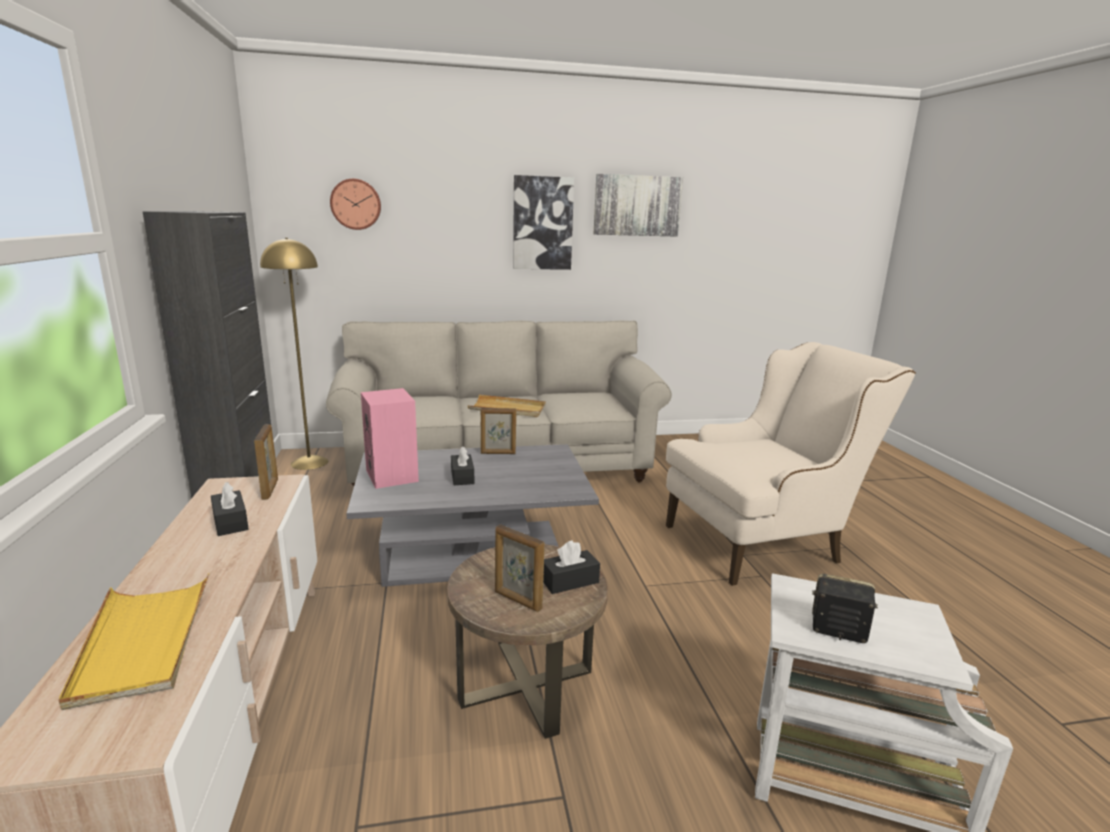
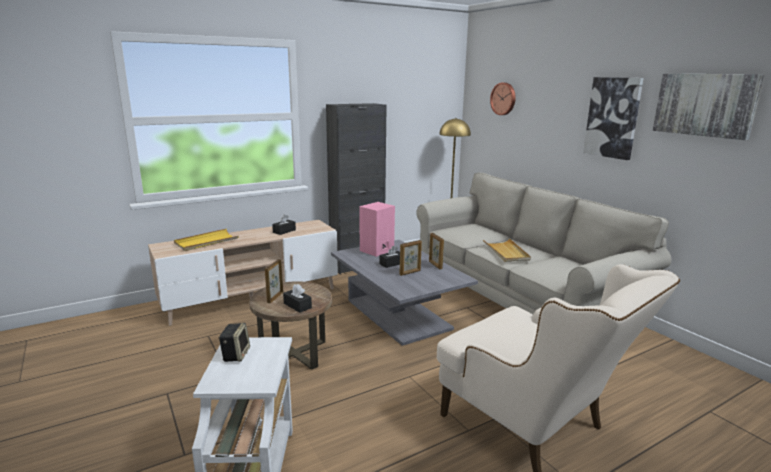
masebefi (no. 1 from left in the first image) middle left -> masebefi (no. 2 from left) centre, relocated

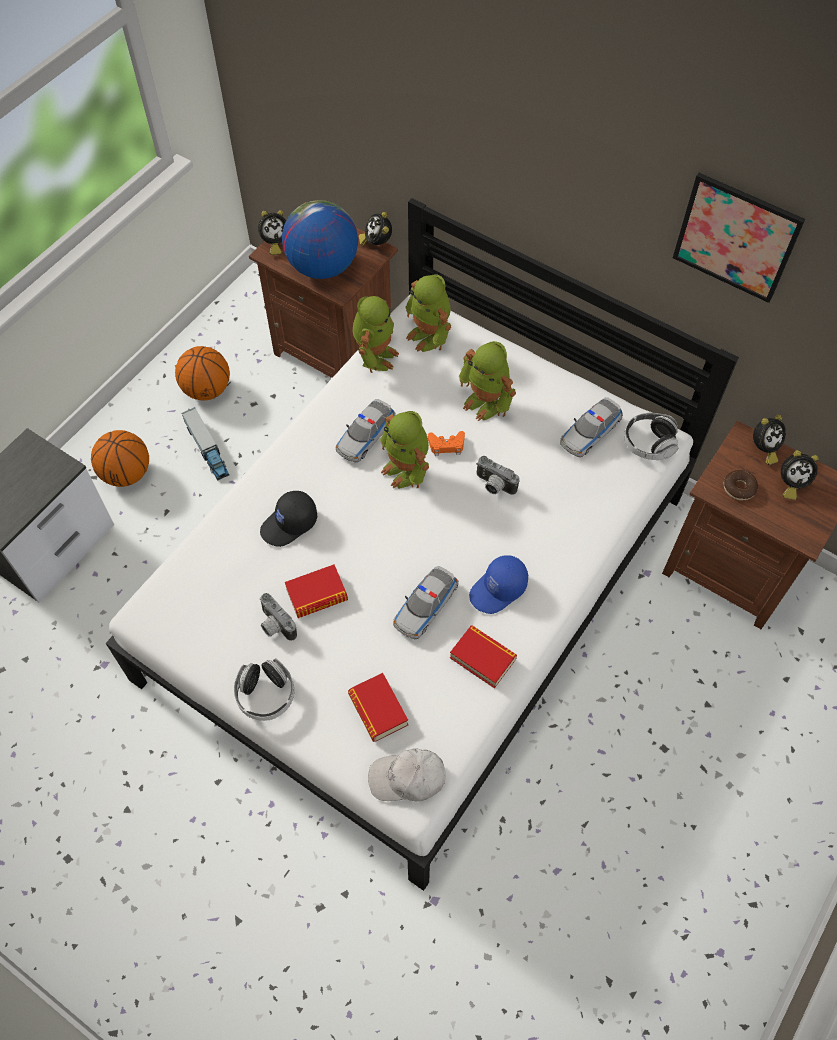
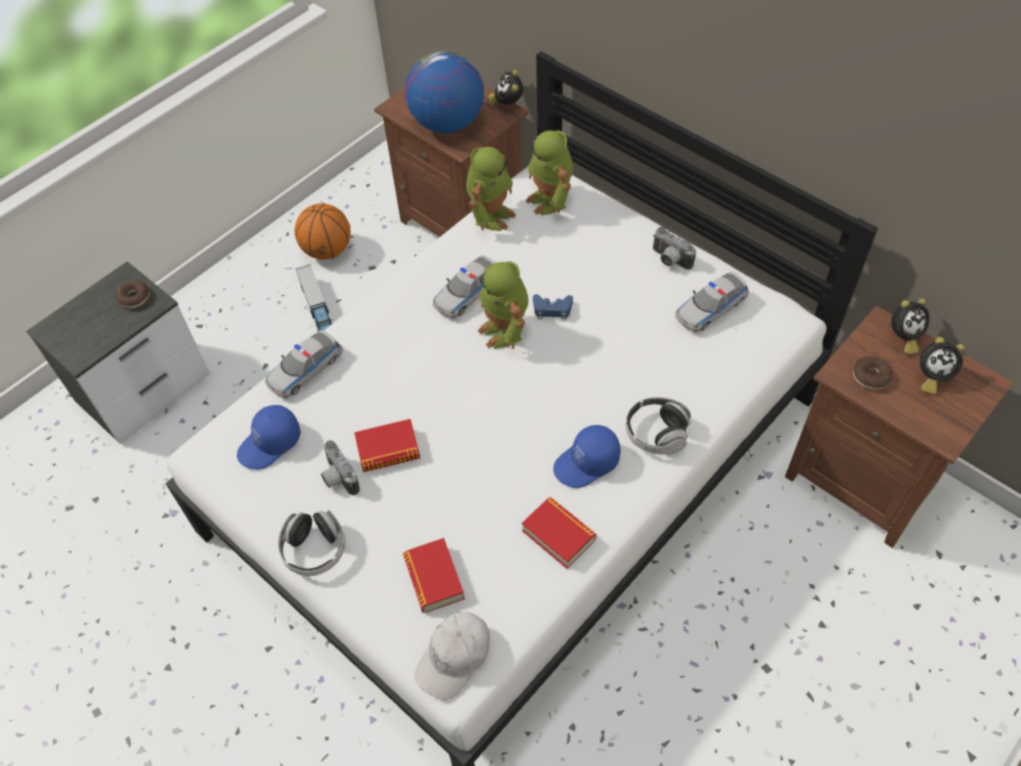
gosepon top right -> none
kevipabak (no. 1 from left) top left -> none
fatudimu (no. 4 from left) centre -> none
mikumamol (no. 2 from left) middle right -> mikumamol (no. 2 from left) centre, relocated
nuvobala (no. 1 from left) middle left -> none
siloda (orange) centre -> siloda (blue) centre
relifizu (no. 2 from left) centre -> relifizu (no. 2 from left) top centre, relocated
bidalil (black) centre -> none
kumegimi (no. 2 from left in the first image) centre -> kumegimi (no. 1 from left) middle left, relocated
bidalil (white) bottom centre, 60 degrees counterclockwise
none -> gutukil (no. 1 from left) middle left
none -> bidalil (blue) (no. 1 from left) middle left

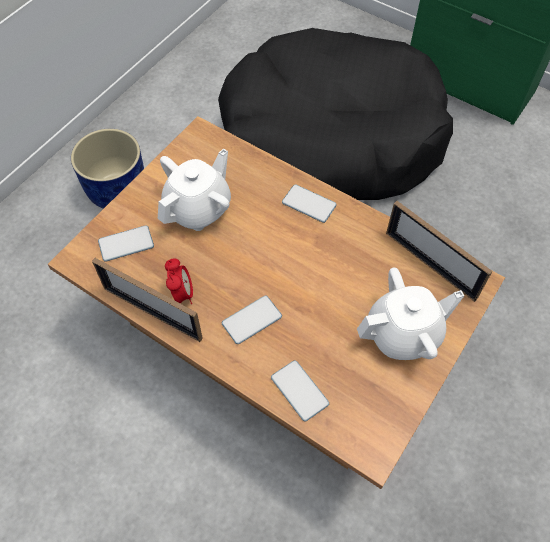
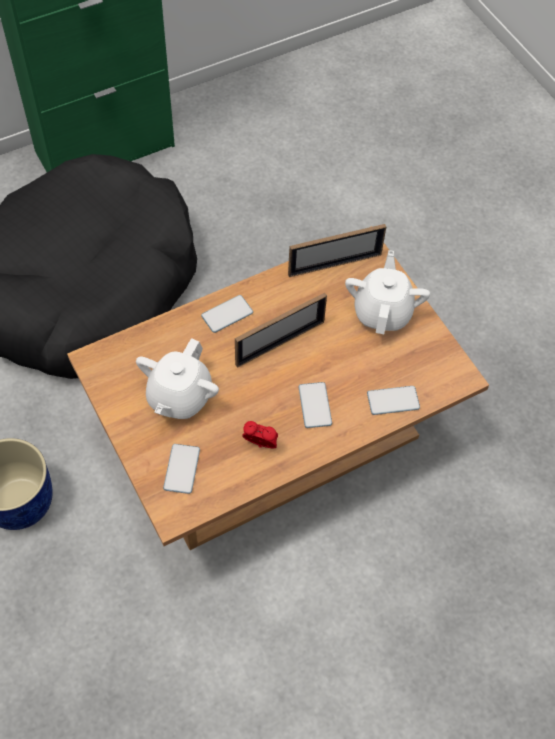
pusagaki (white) (no. 1 from left) centre -> pusagaki (white) (no. 1 from left) middle left, 135 degrees counterclockwise
masebefi (no. 1 from left) middle left -> masebefi (no. 1 from left) centre, relocated

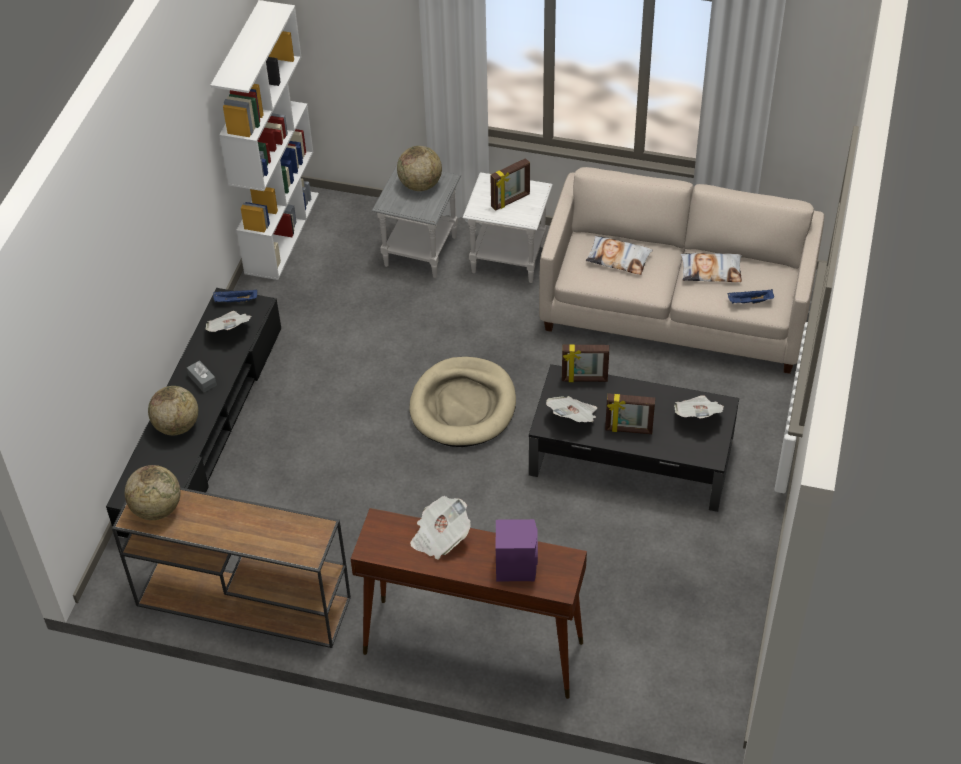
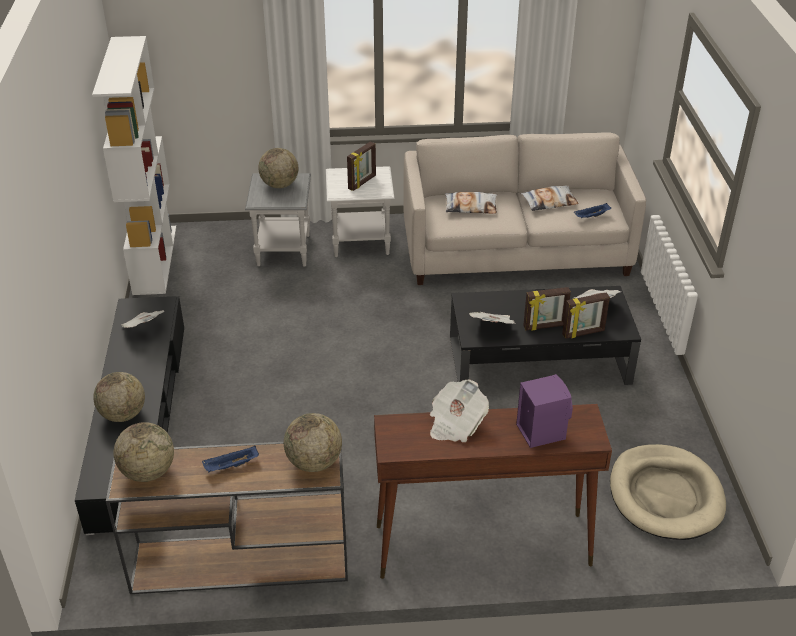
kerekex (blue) (no. 1 from left) middle left -> kerekex (blue) (no. 1 from left) bottom left, relocated
masebefi (no. 2 from left in the first image) centre -> masebefi (no. 3 from left) middle right, relocated
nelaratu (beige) centre -> nelaratu (beige) bottom right, relocated
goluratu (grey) middle left -> none
none -> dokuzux (no. 4 from left) bottom centre

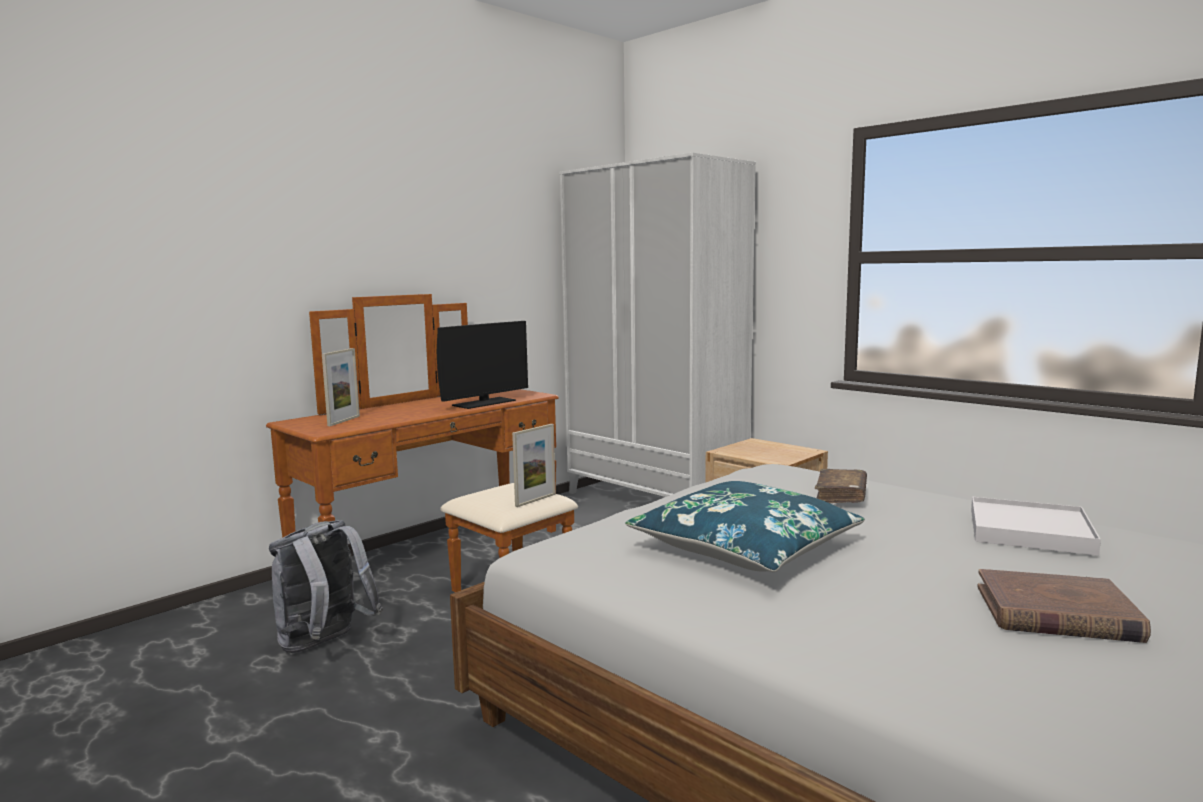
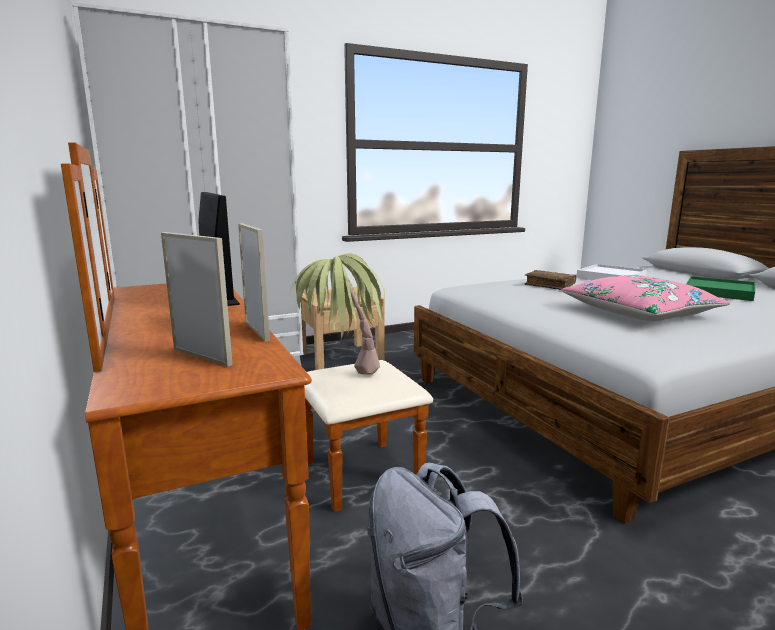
masebefi (no. 2 from left) centre -> masebefi (no. 2 from left) middle left, relocated
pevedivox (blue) centre -> pevedivox (pink) middle right
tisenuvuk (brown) (no. 2 from left) bottom right -> kerekex (green) middle right
none -> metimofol centre

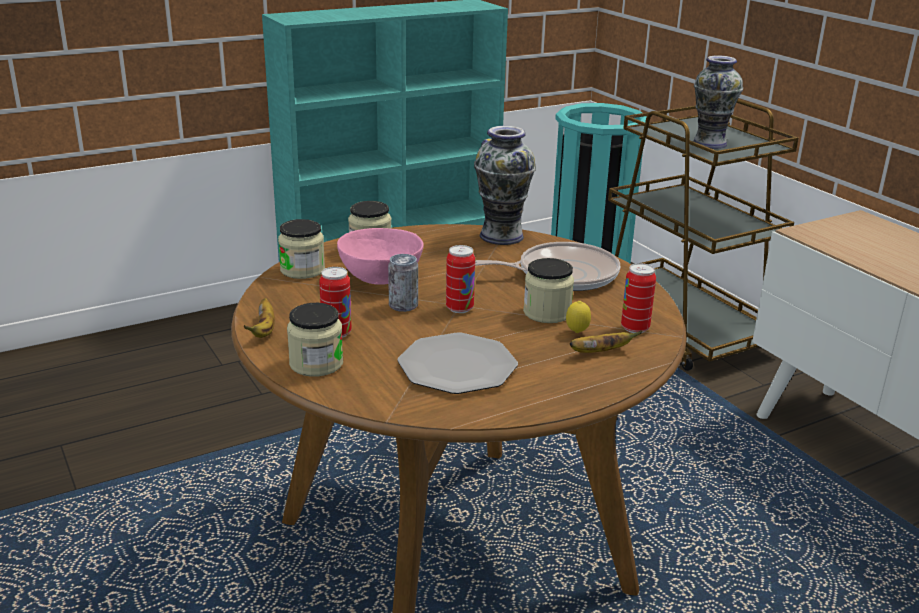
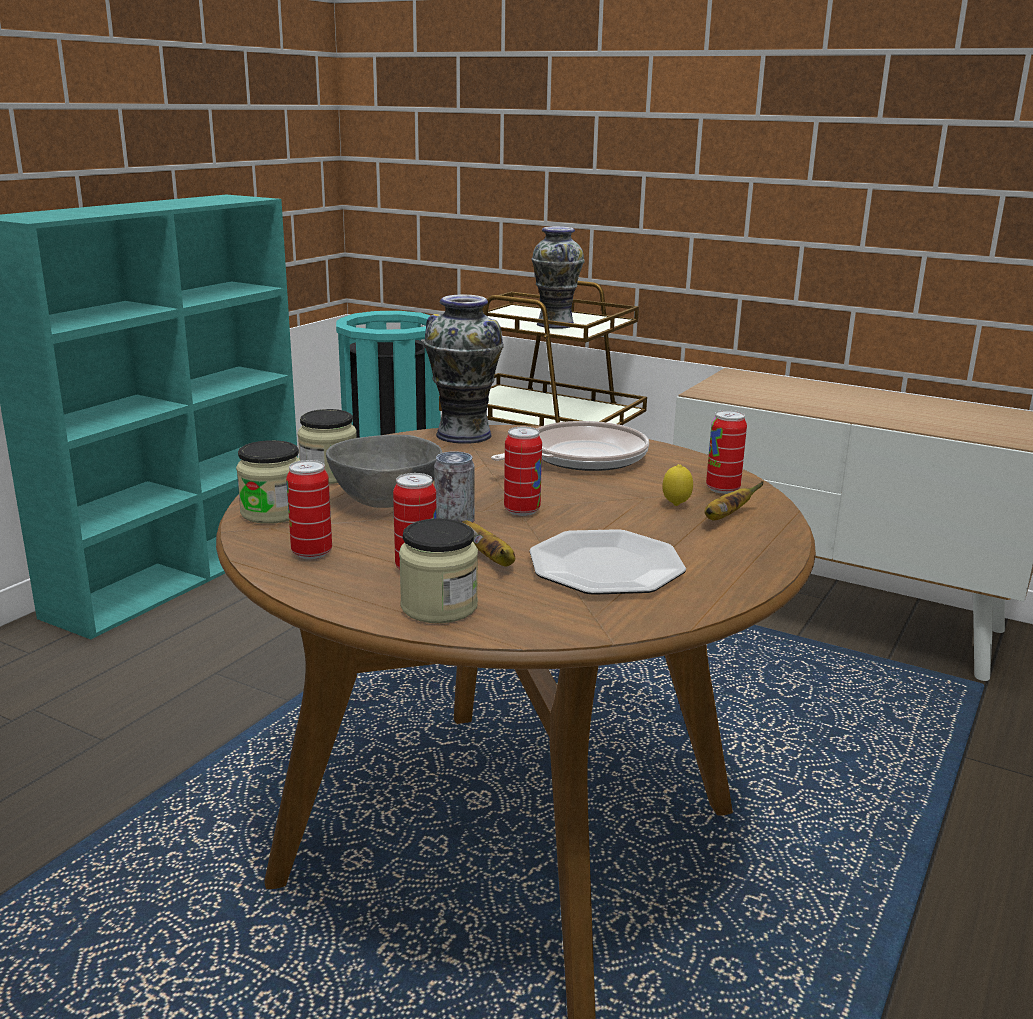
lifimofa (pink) centre -> lifimofa (grey) centre
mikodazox (no. 4 from left) centre -> none
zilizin (no. 1 from left) middle left -> zilizin (no. 1 from left) centre, relocated
none -> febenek (no. 1 from left) middle left

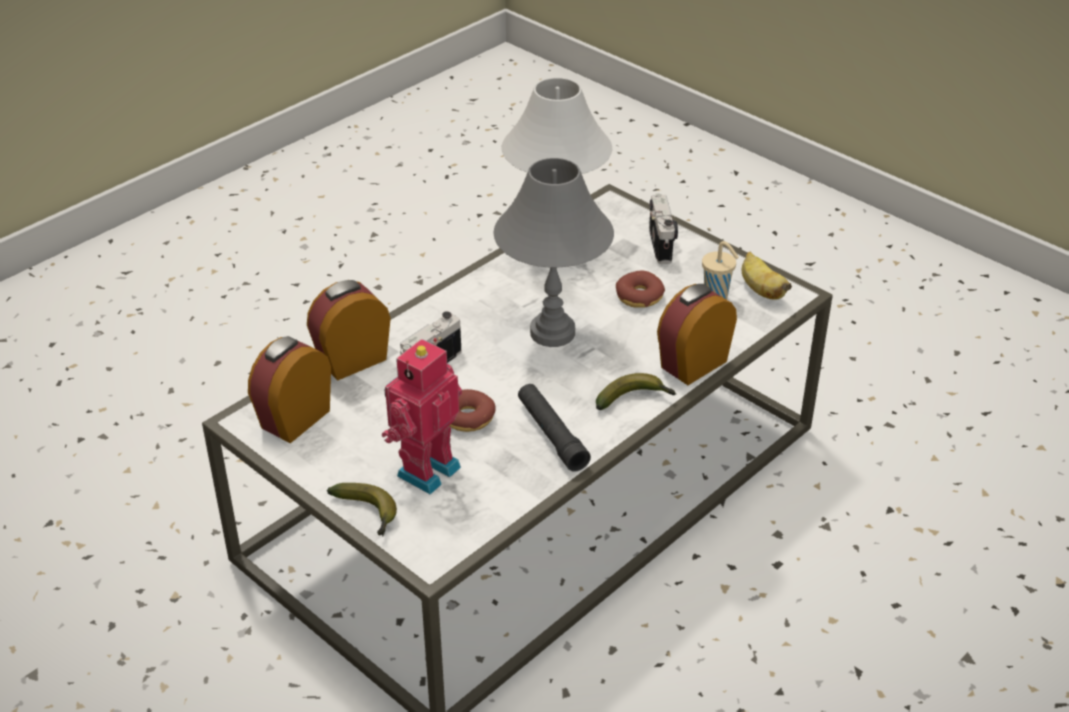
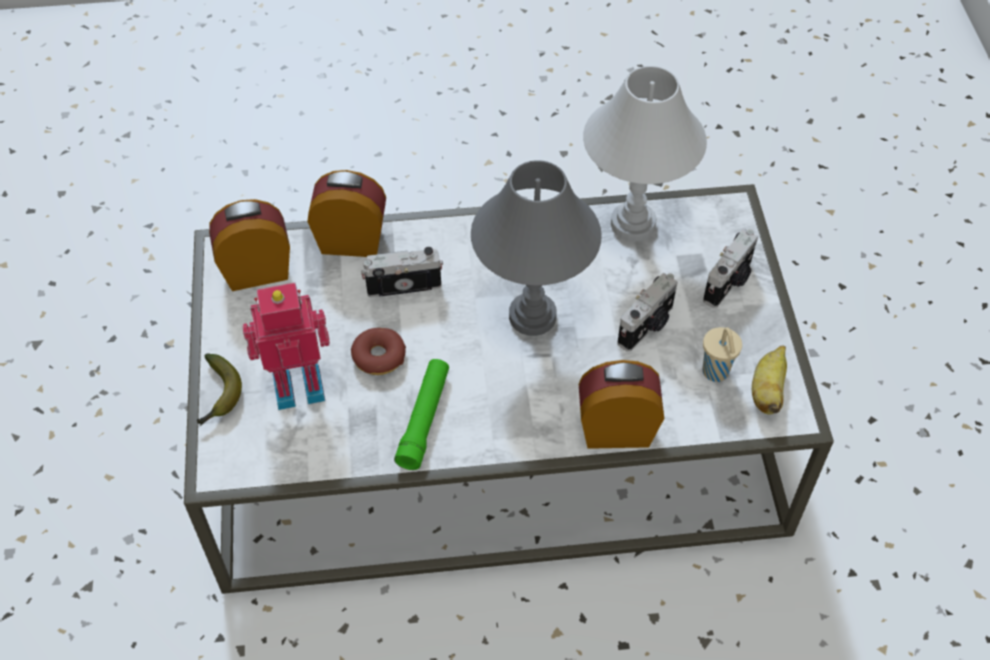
gutukil (no. 2 from left) centre -> relifizu (no. 2 from left) centre
zilizin (no. 2 from left) centre -> none
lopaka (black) centre -> lopaka (green) centre

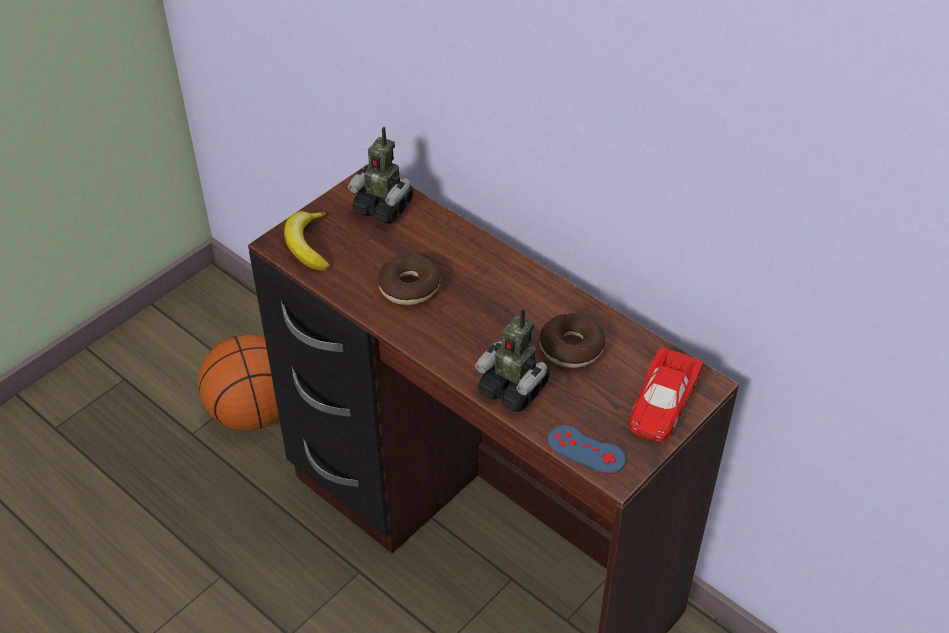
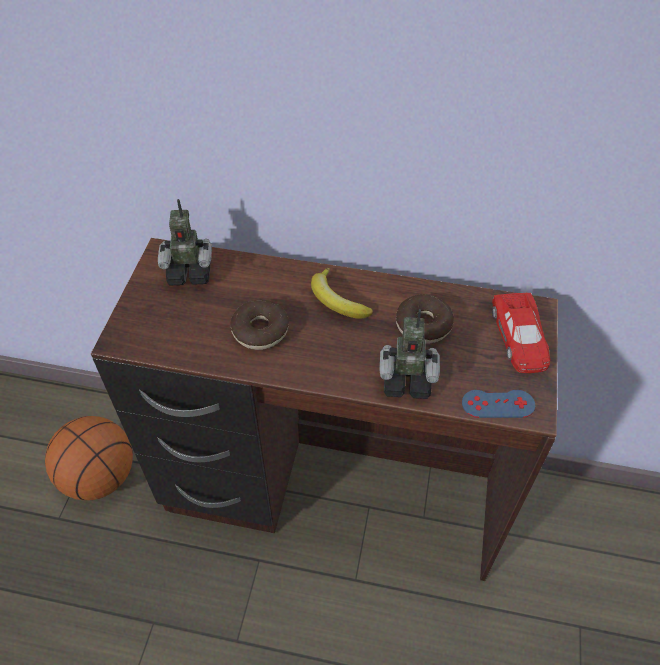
zilizin middle left -> zilizin centre, relocated

